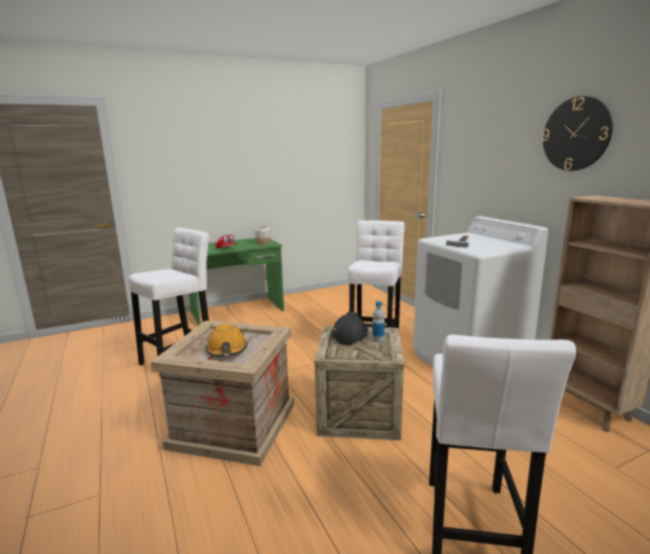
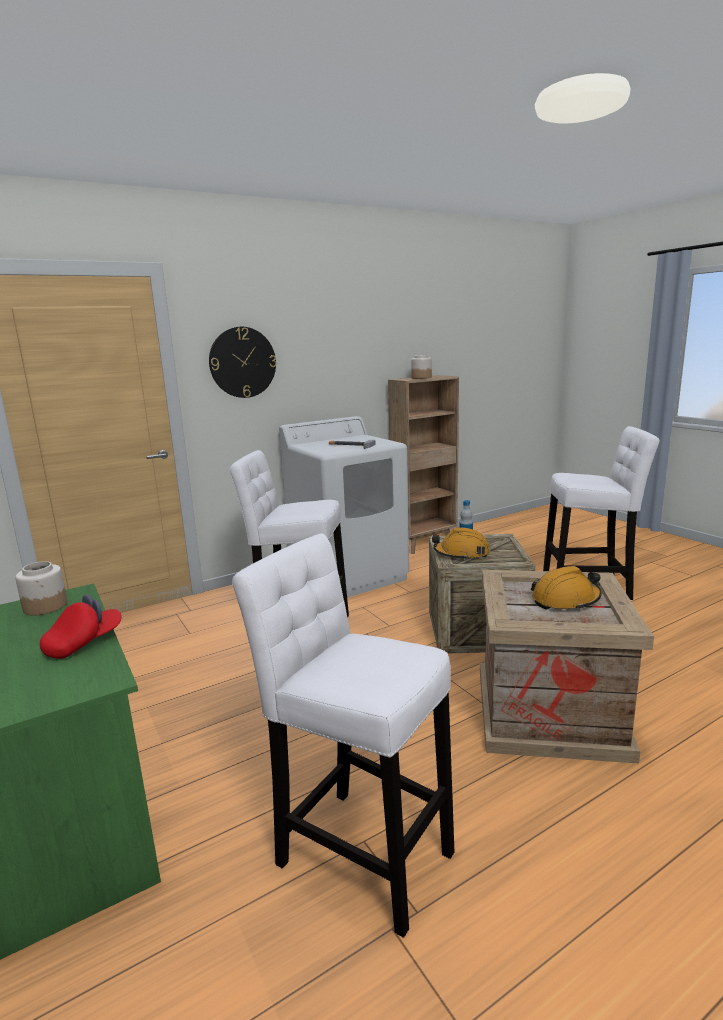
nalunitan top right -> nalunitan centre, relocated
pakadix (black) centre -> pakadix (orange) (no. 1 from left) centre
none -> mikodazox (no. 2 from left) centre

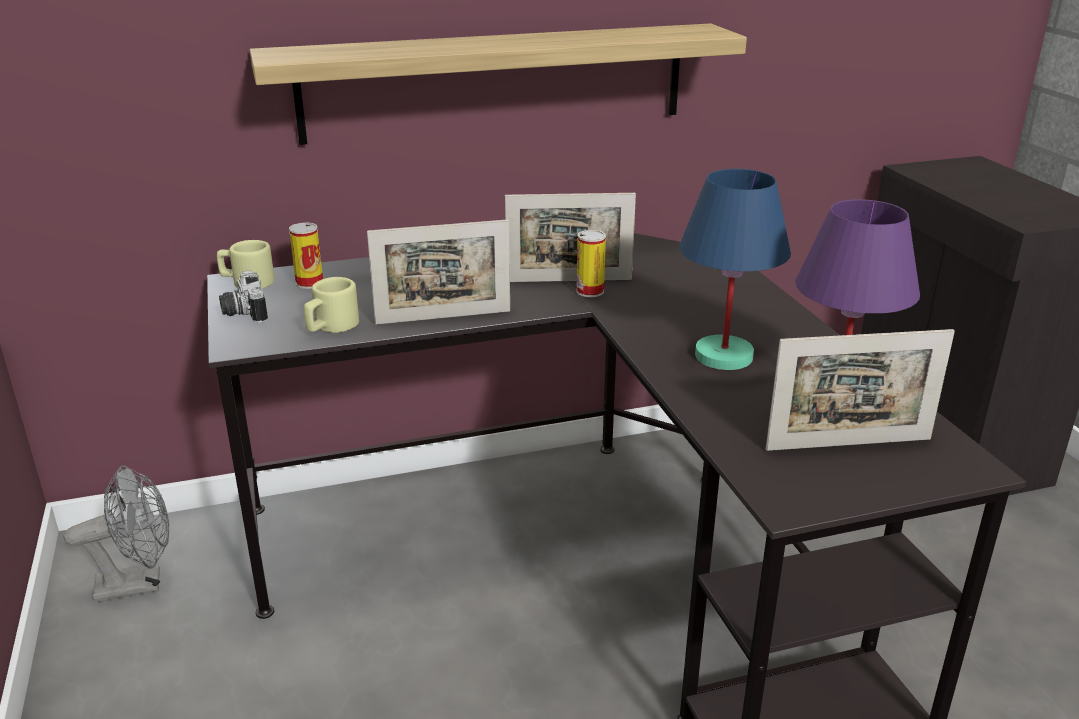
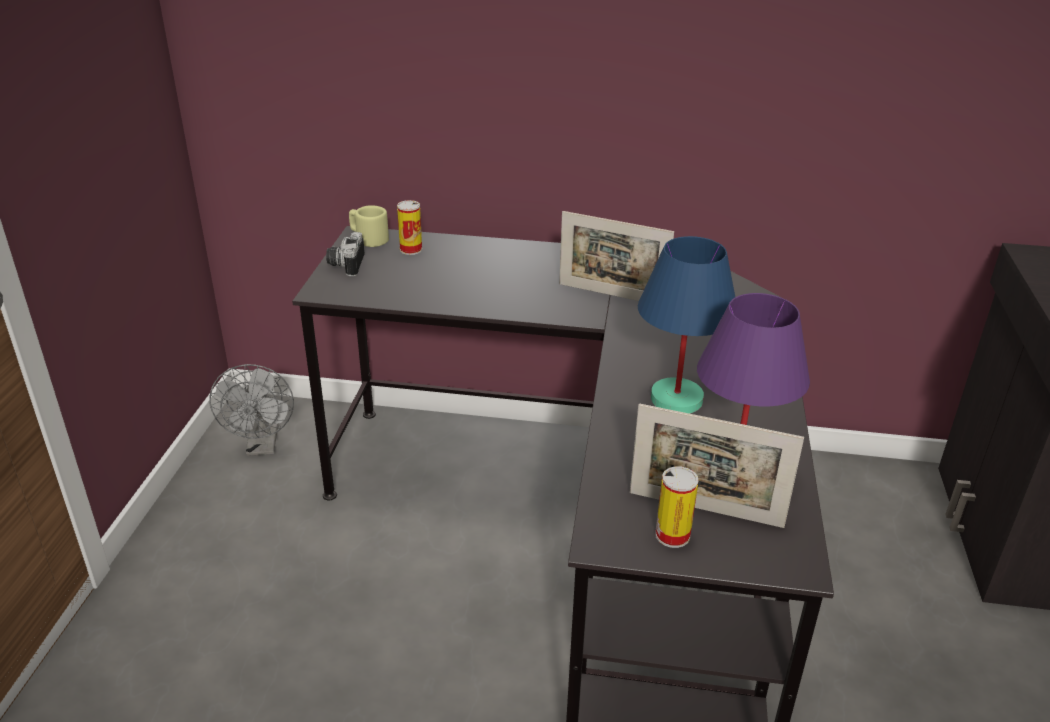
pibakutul top centre -> none
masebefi (no. 1 from left) centre -> none
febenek (no. 2 from left) centre -> febenek (no. 2 from left) bottom centre, relocated
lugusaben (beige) (no. 2 from left) middle left -> none
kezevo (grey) bottom left -> kezevo (grey) middle left, 75 degrees clockwise

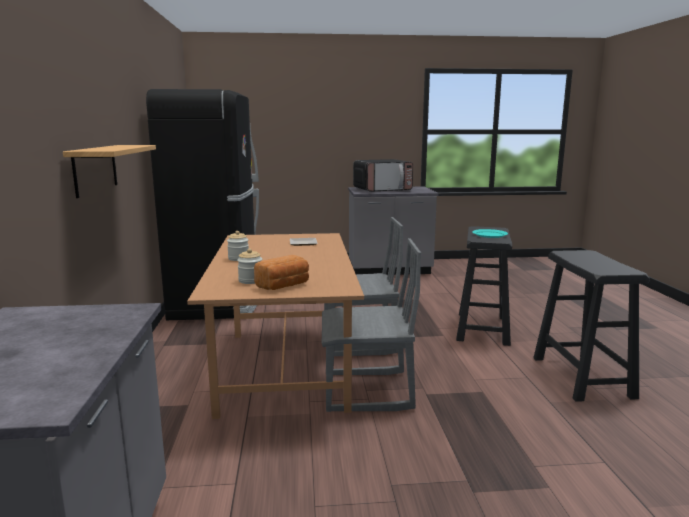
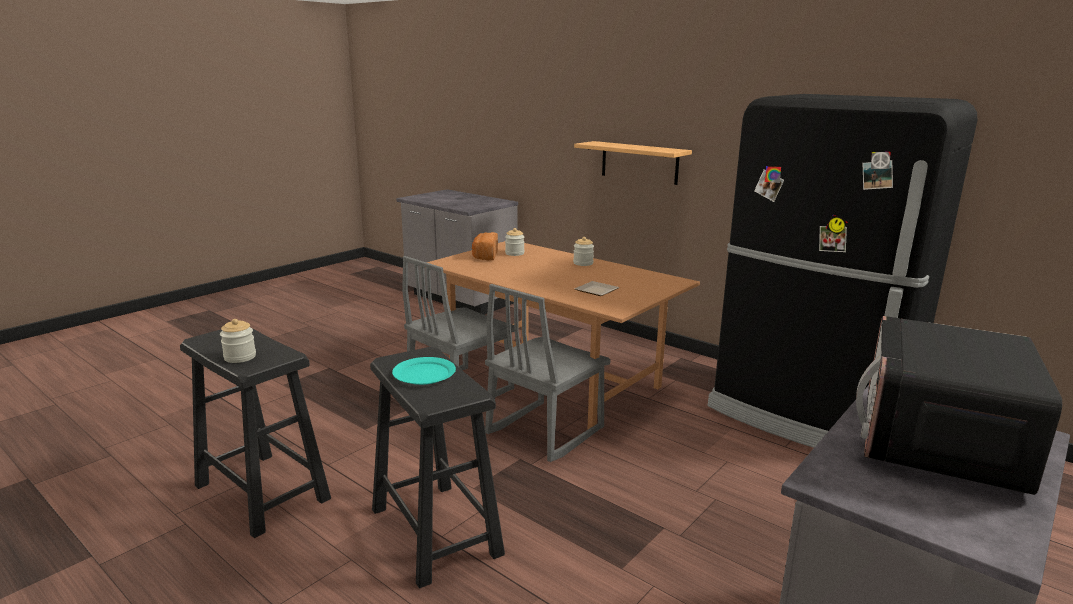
none -> mikodazox (no. 1 from left) middle left

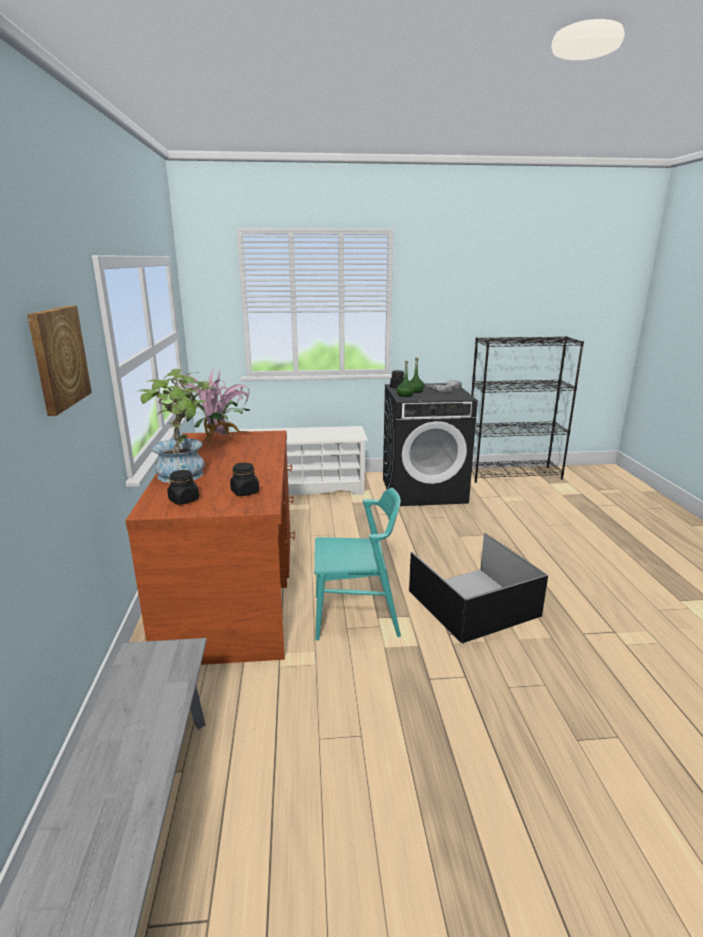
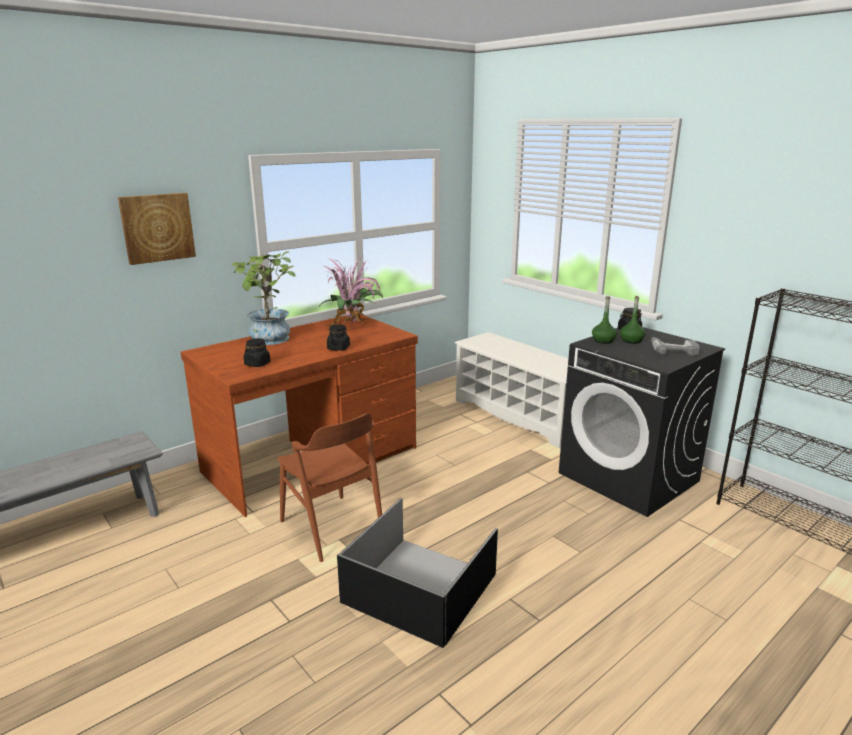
mikodazox (black) (no. 1 from left in the first image) middle left -> mikodazox (black) (no. 2 from left) centre, relocated
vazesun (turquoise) centre -> vazesun (brown) centre

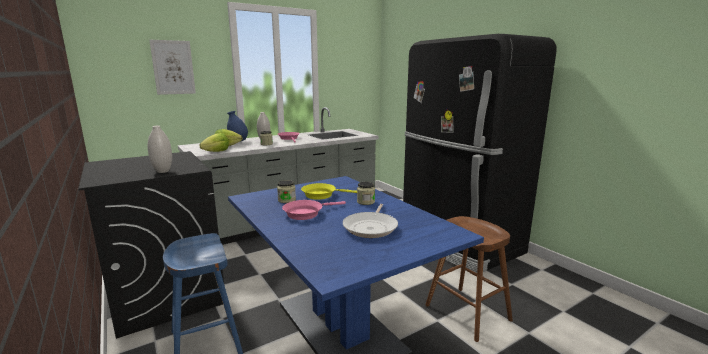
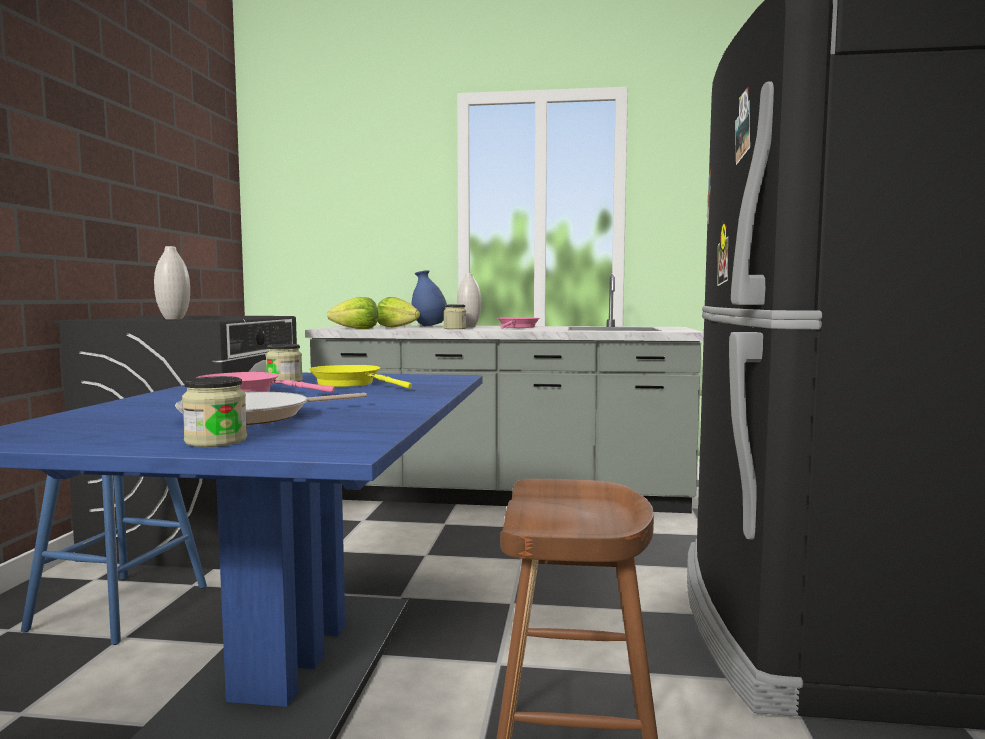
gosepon top left -> none
mikodazox (no. 3 from left in the first image) centre -> mikodazox (no. 1 from left) middle left, relocated

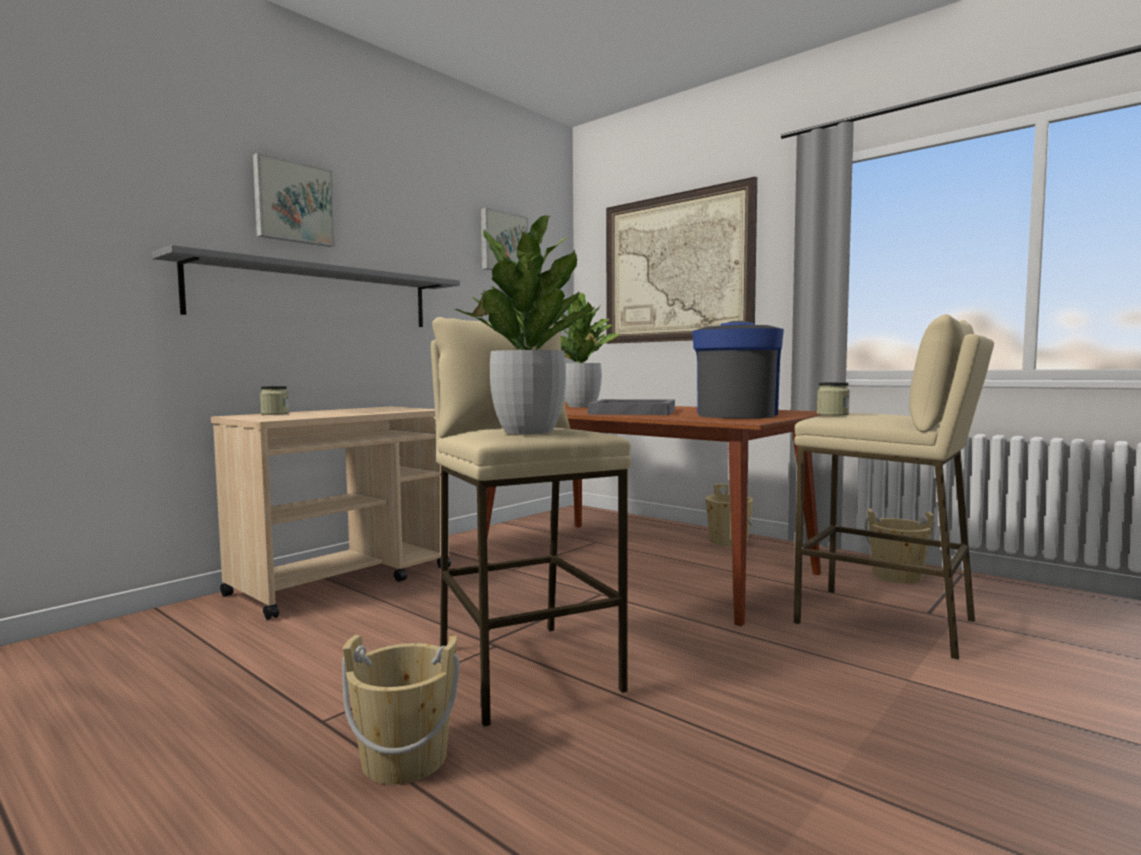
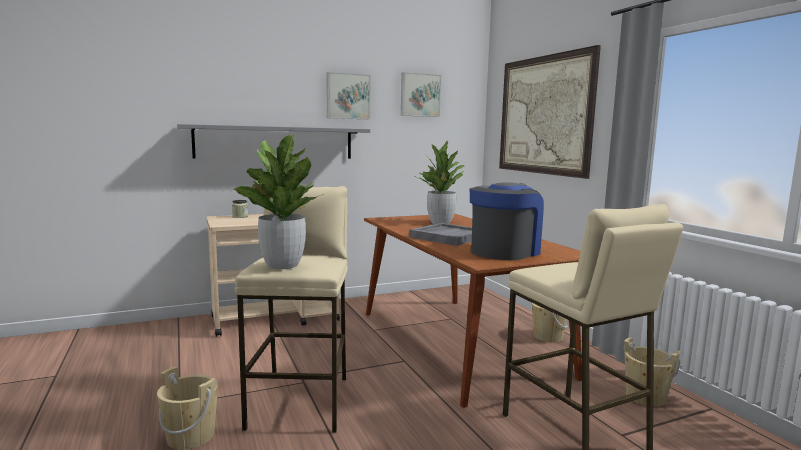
gosepon (no. 1 from left) top left -> gosepon (no. 1 from left) top centre, relocated
mikodazox (no. 2 from left) middle right -> none

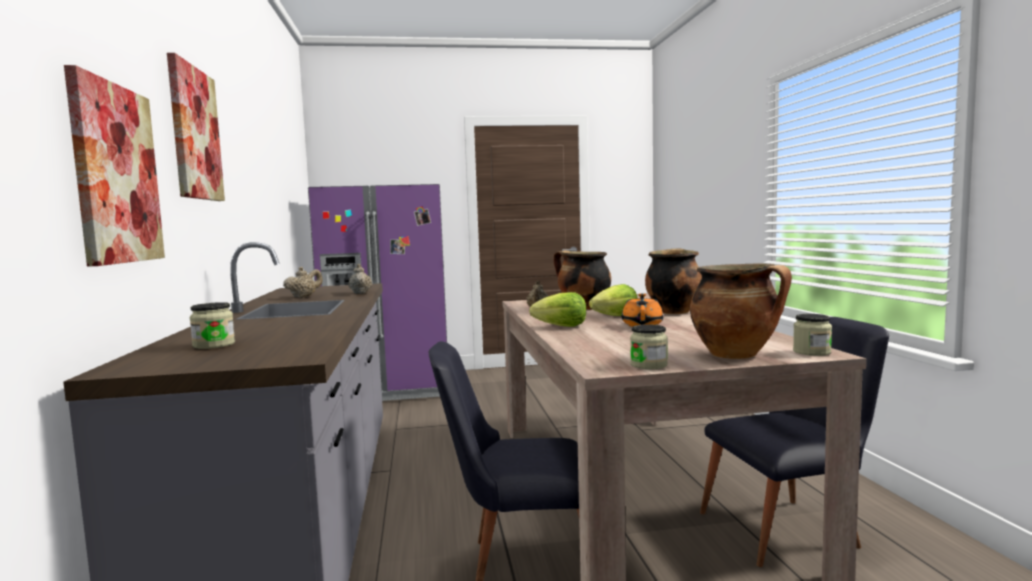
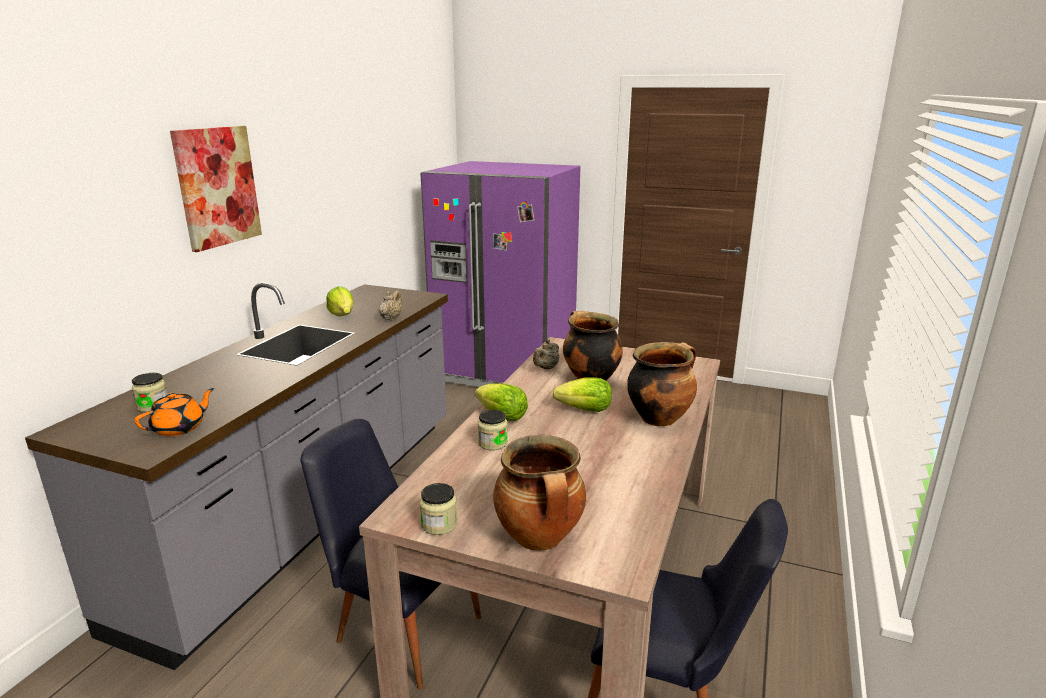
gosepon (no. 1 from left) top left -> none
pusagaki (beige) (no. 1 from left) middle left -> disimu (no. 1 from left) middle left
pusagaki (orange) centre -> pusagaki (orange) middle left, relocated
mikodazox (no. 3 from left) middle right -> mikodazox (no. 3 from left) centre, relocated

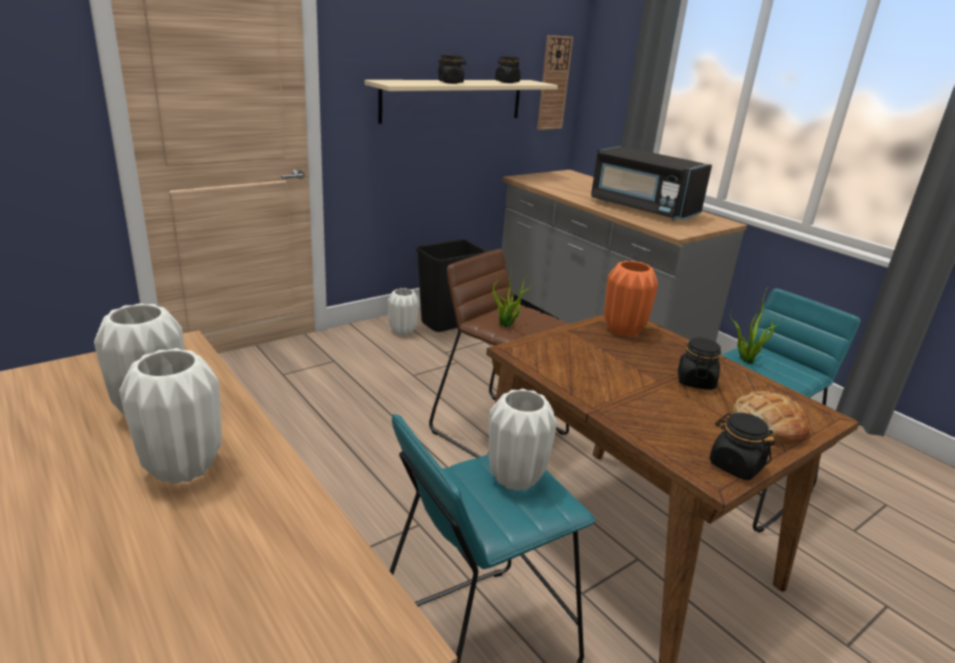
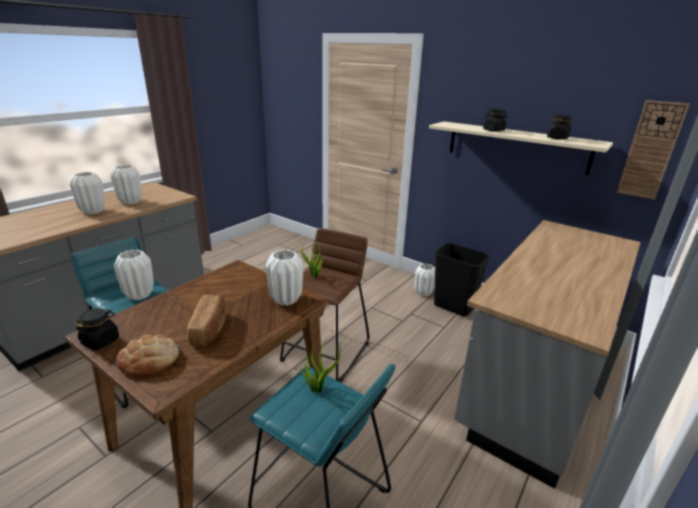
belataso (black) top right -> none
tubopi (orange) centre -> tubopi (white) (no. 4 from left) centre
mikodazox (black) (no. 3 from left) middle right -> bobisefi (no. 2 from left) middle left

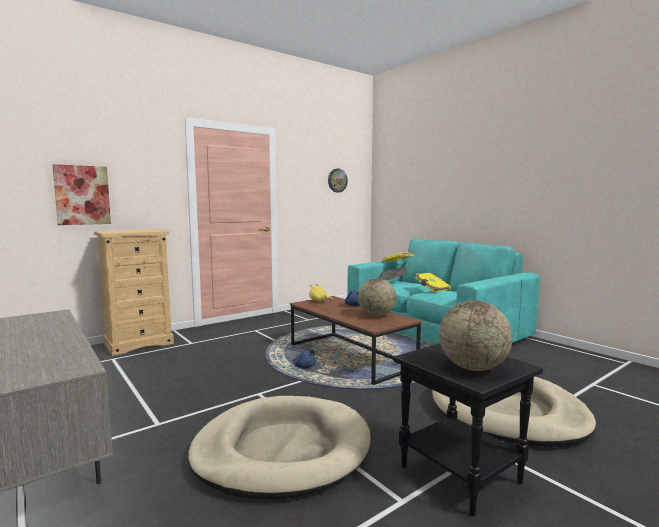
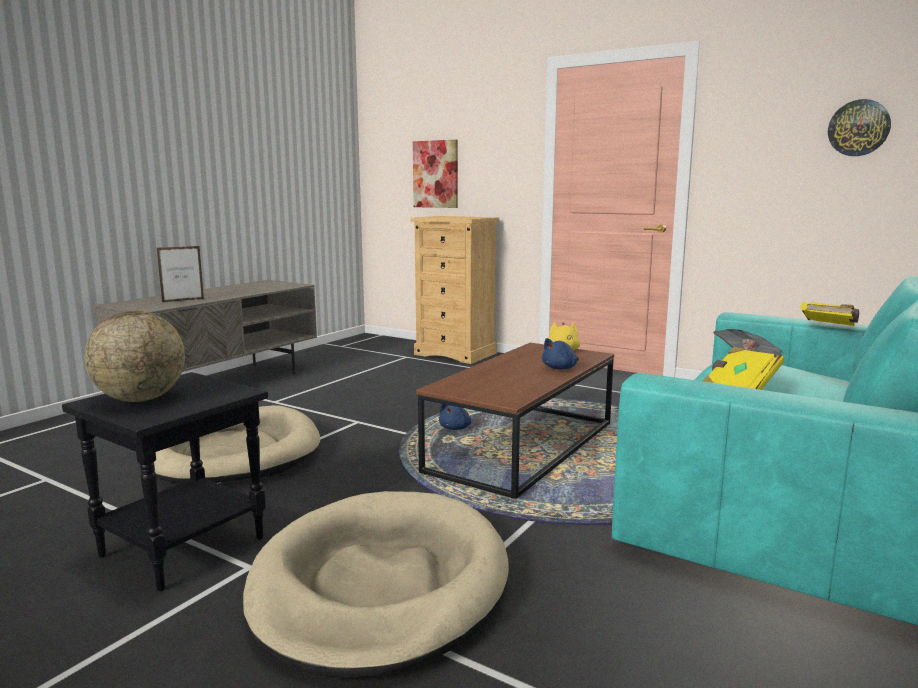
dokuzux (no. 1 from left) centre -> none
none -> masebefi middle left

